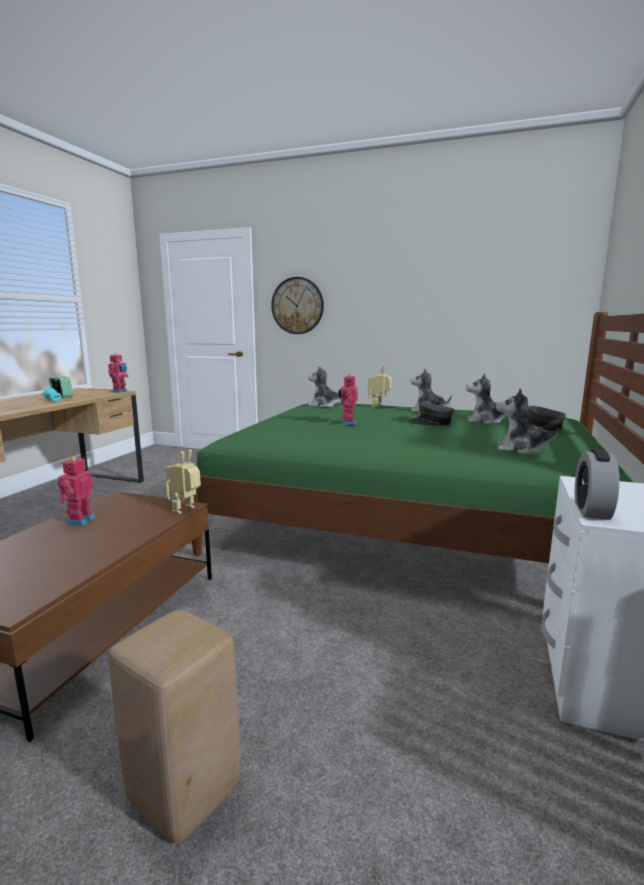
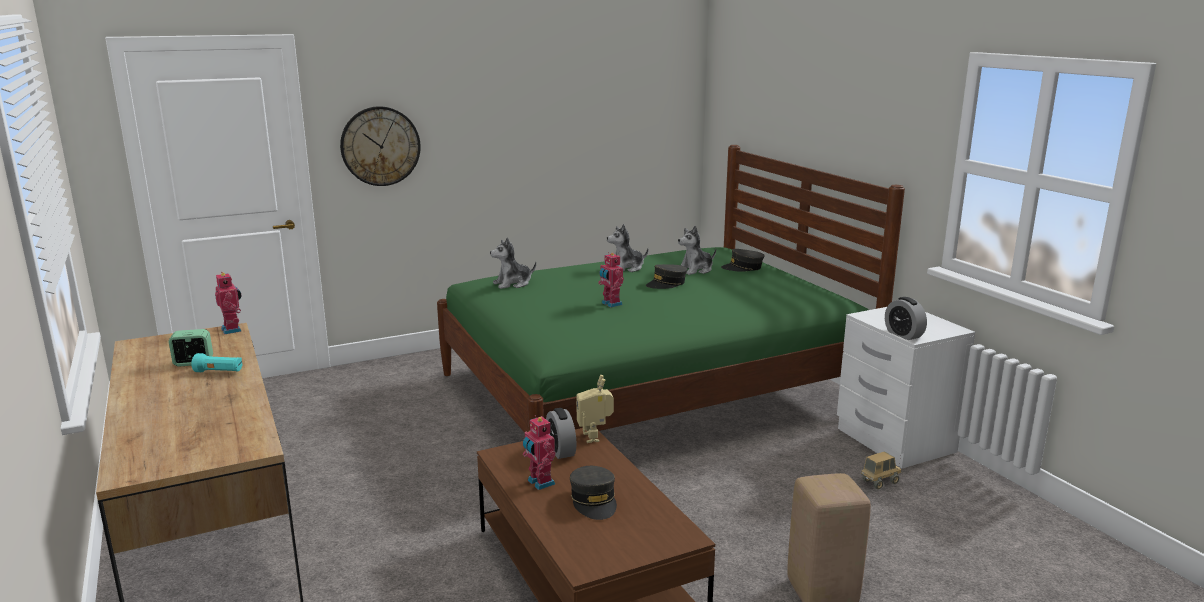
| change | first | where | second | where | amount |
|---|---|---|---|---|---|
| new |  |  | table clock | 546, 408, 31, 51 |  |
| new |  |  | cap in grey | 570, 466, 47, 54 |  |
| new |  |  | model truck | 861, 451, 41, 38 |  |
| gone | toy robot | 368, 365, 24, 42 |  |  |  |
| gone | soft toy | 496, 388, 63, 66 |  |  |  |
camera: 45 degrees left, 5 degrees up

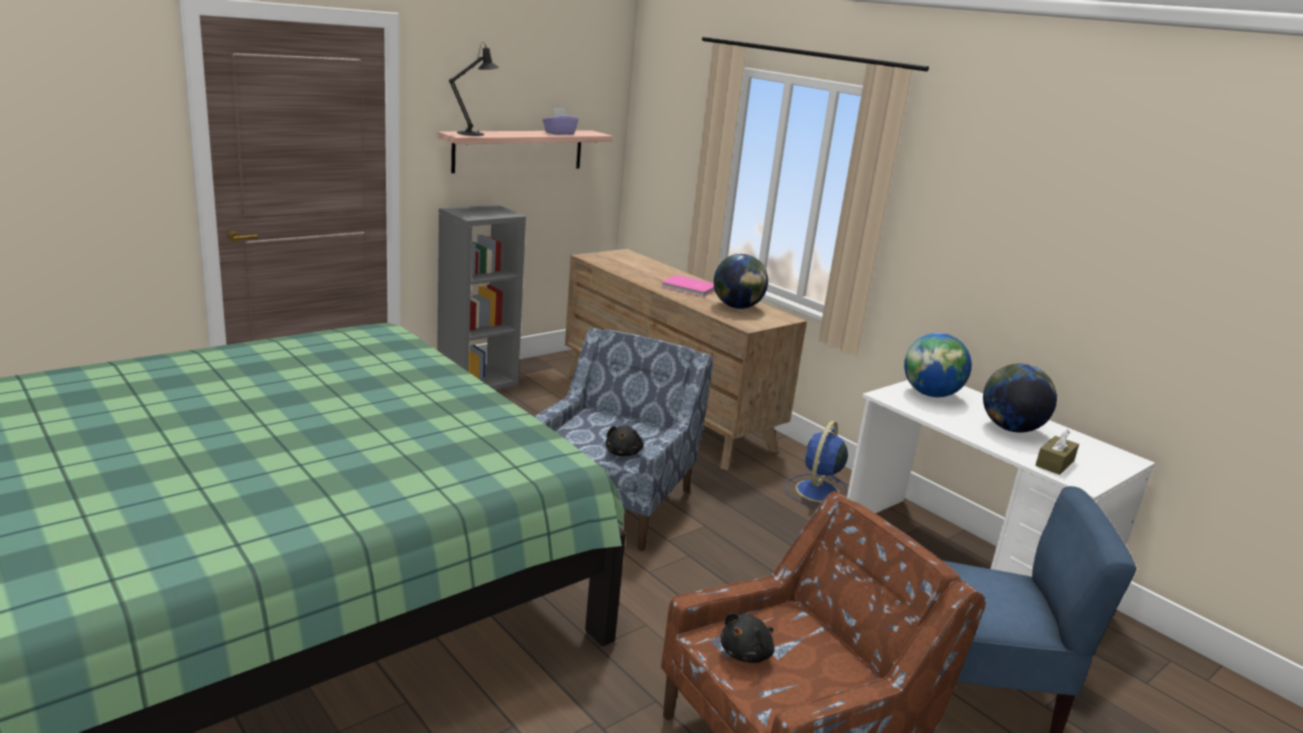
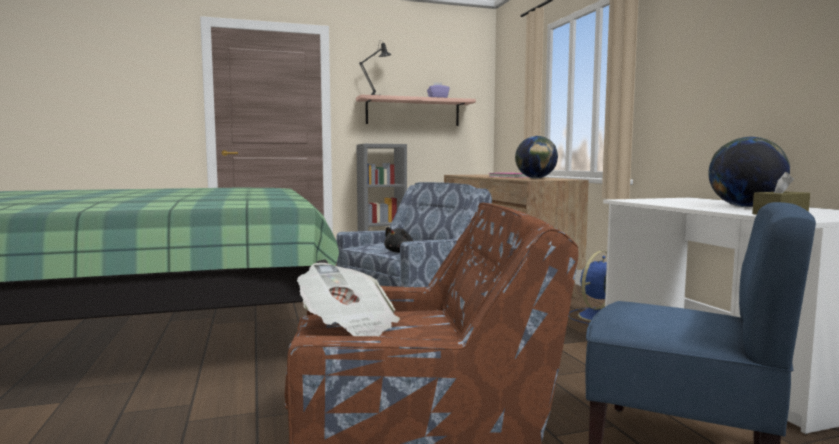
| change | first | where | second | where | amount |
|---|---|---|---|---|---|
| swapped | soft toy in black-coloured | 721, 613, 53, 50 | newspaper | 297, 263, 103, 73 |  |
| gone | desk globe | 904, 333, 68, 64 |  |  |  |
camera: 25 degrees right, 15 degrees down

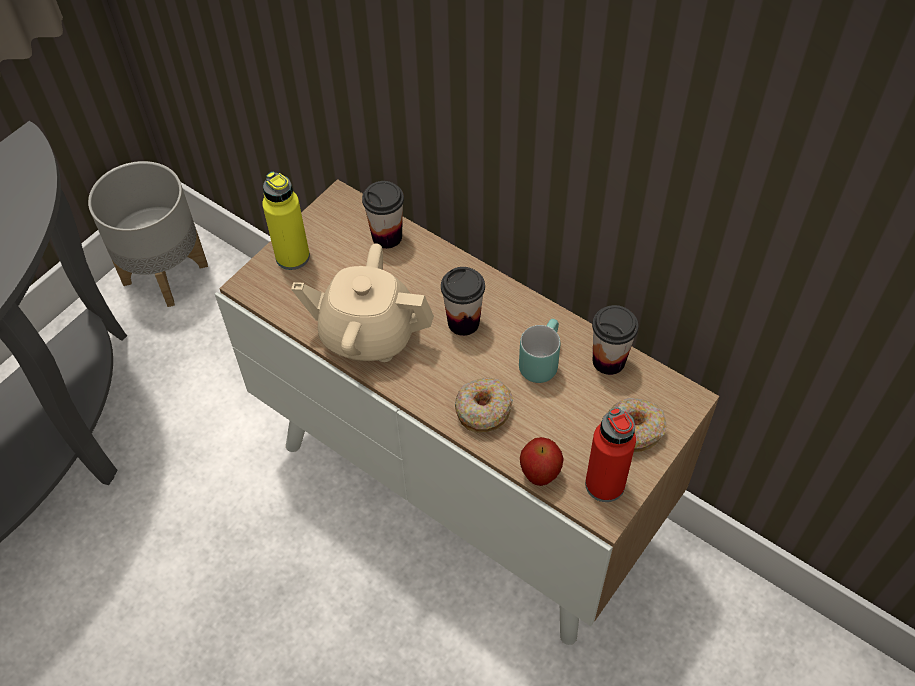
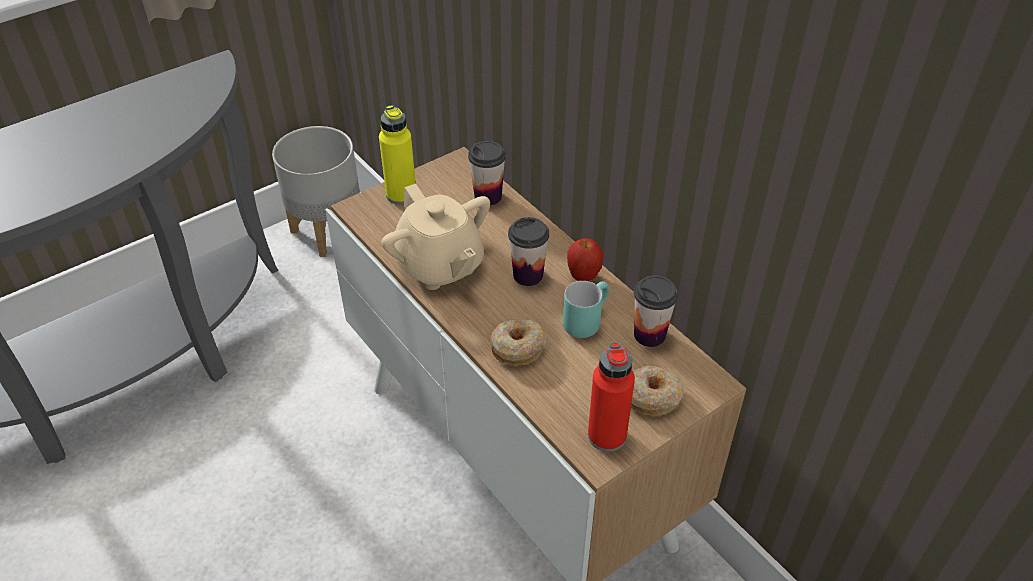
| change | first | where | second | where | amount |
|---|---|---|---|---|---|
| rotated | pot for tea in beige-coloured | 291, 244, 143, 118 |  | 382, 183, 108, 107 | 150 degrees counterclockwise |
| shifted | apple | 520, 437, 44, 49 |  | 567, 238, 36, 43 |  |
camera: 15 degrees right, 10 degrees down

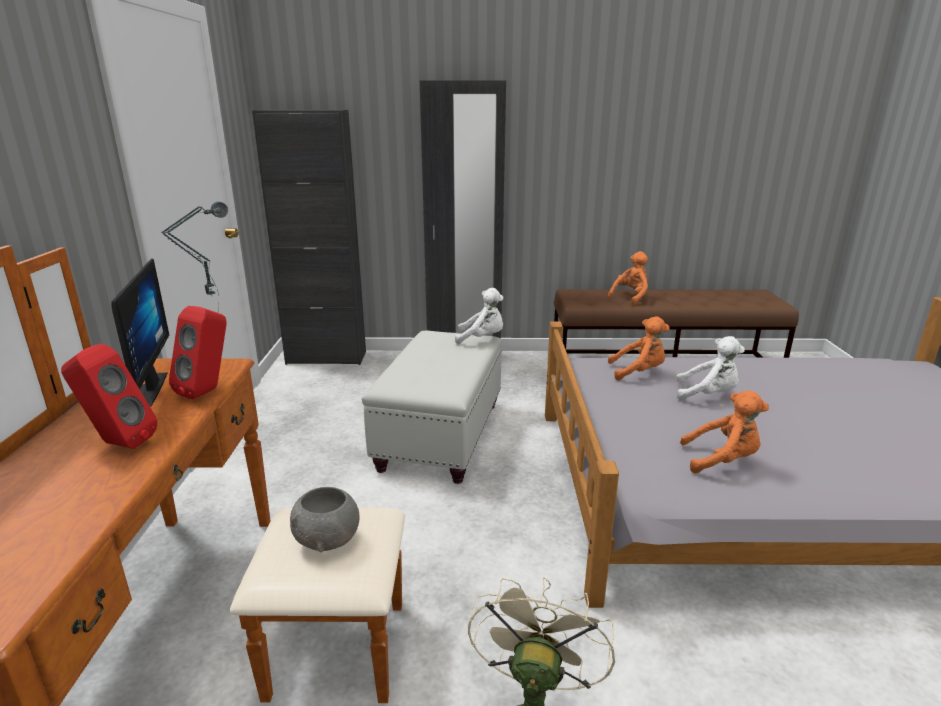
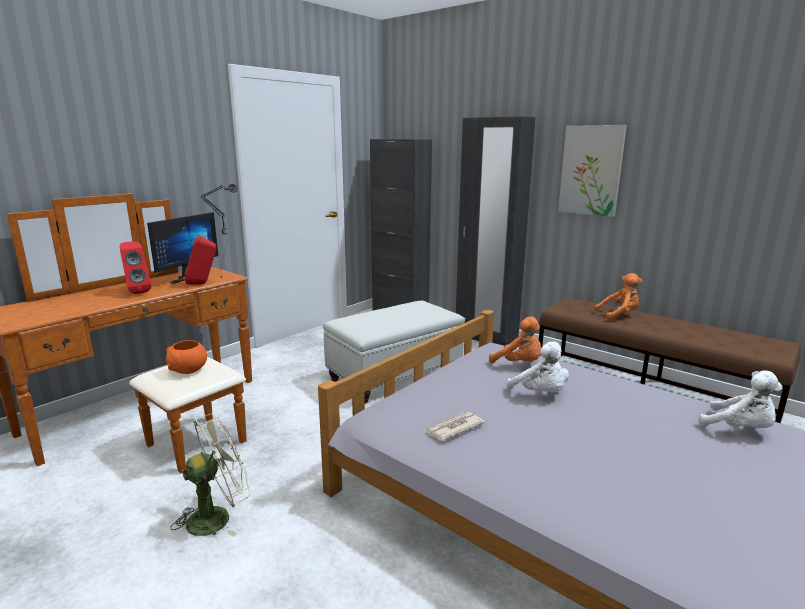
| change | first | where | second | where | amount |
|---|---|---|---|---|---|
| repainted | serving bowl in grey | 290, 487, 69, 65 | serving bowl in orange-coloured | 166, 340, 41, 34 |  |
| swapped | soft toy in orange-coloured | 680, 391, 89, 82 | newspaper | 424, 412, 61, 29 |  |
| new |  |  | wall picture | 558, 125, 69, 92 |  |
| shifted | soft toy in white | 455, 288, 48, 56 |  | 698, 371, 85, 57 |  |
camera: 40 degrees right, 5 degrees down

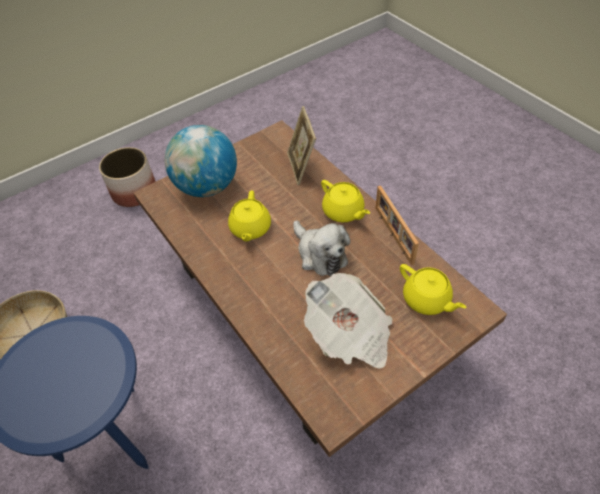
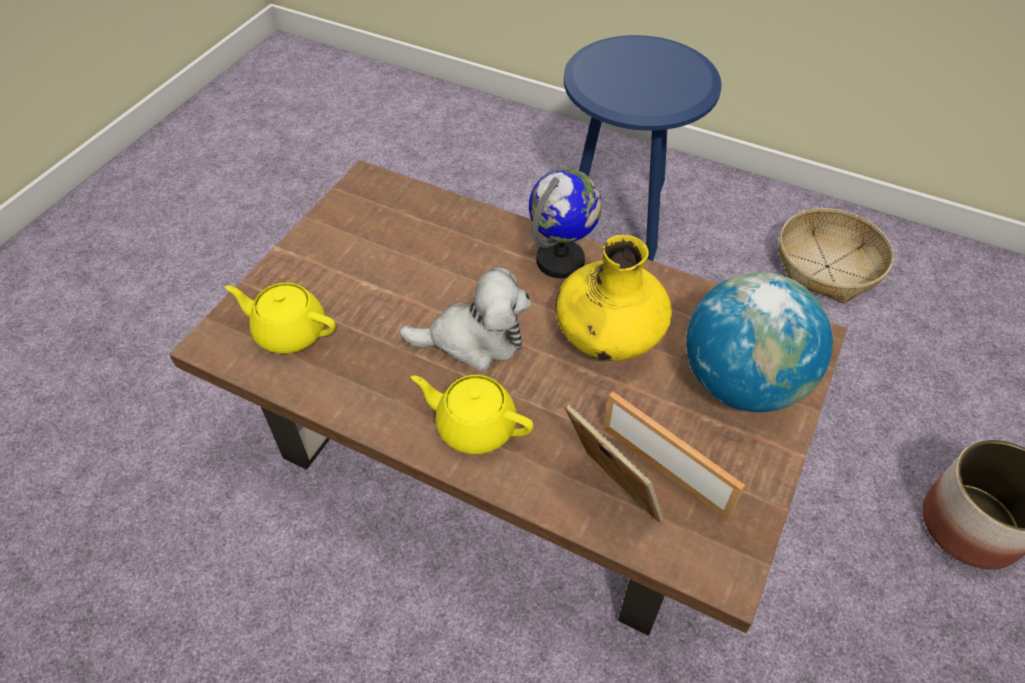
| change | first | where | second | where | amount |
|---|---|---|---|---|---|
| rotated | soft toy | 293, 221, 58, 55 |  | 399, 267, 132, 104 | 150 degrees clockwise |
| new |  |  | desk globe | 529, 168, 73, 110 |  |
| swapped | pot for tea in yellow-coloured | 228, 191, 43, 50 | decorative vase in yellow-coloured | 556, 235, 116, 126 |  |
| shifted | picture frame | 376, 186, 43, 79 |  | 603, 391, 142, 130 |  |
| gone | newspaper | 304, 273, 89, 96 |  |  |  |
camera: 150 degrees right, 0 degrees up

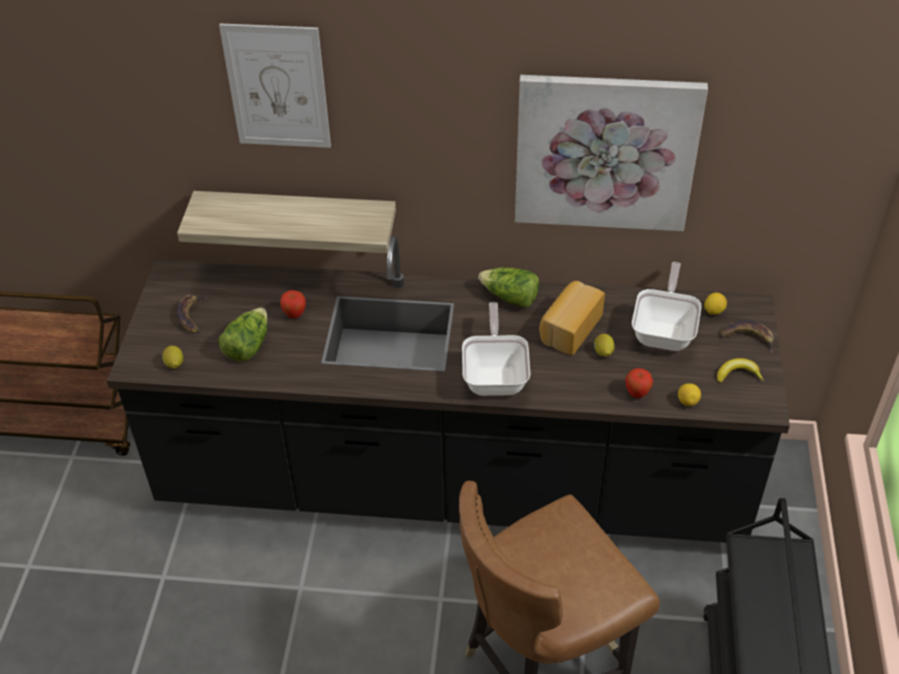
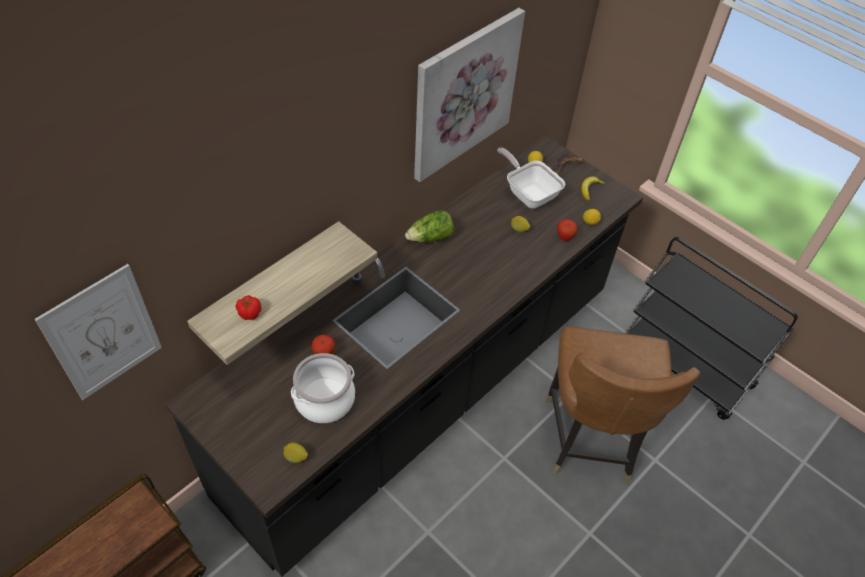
| change | first | where | second | where | amount |
|---|---|---|---|---|---|
| shifted | wall picture | 219, 23, 112, 125 |  | 35, 264, 127, 136 |  |
| new |  |  | tomato | 236, 295, 25, 25 |  |
| swapped | lettuce | 219, 308, 49, 54 | cooking pot | 291, 353, 64, 70 |  |
| gone | whole banana | 177, 295, 30, 38 |  |  |  |
| gone | skillet | 462, 302, 68, 94 |  |  |  |
| gone | bread | 539, 281, 66, 74 |  |  |  |
camera: 55 degrees left, 5 degrees up

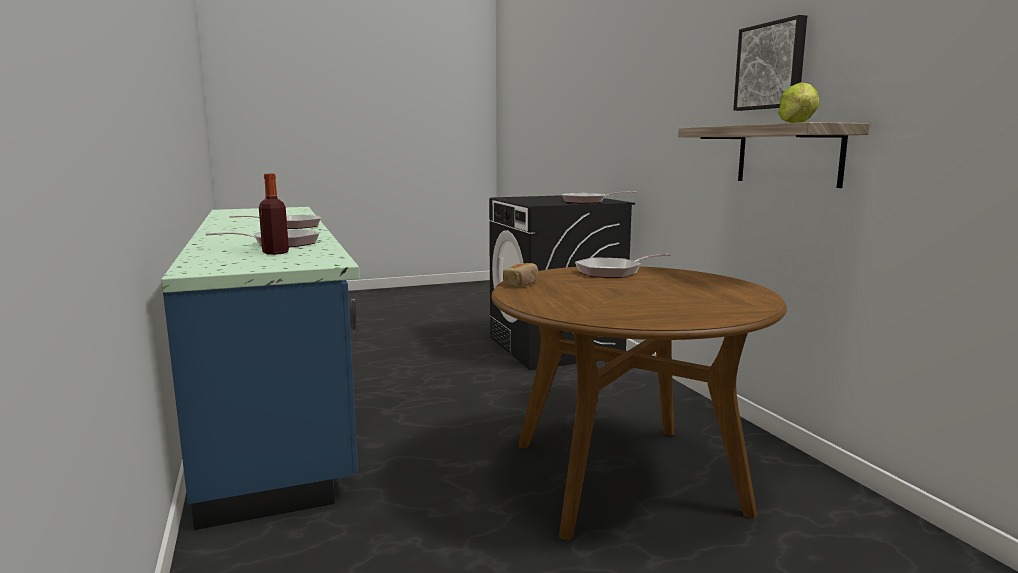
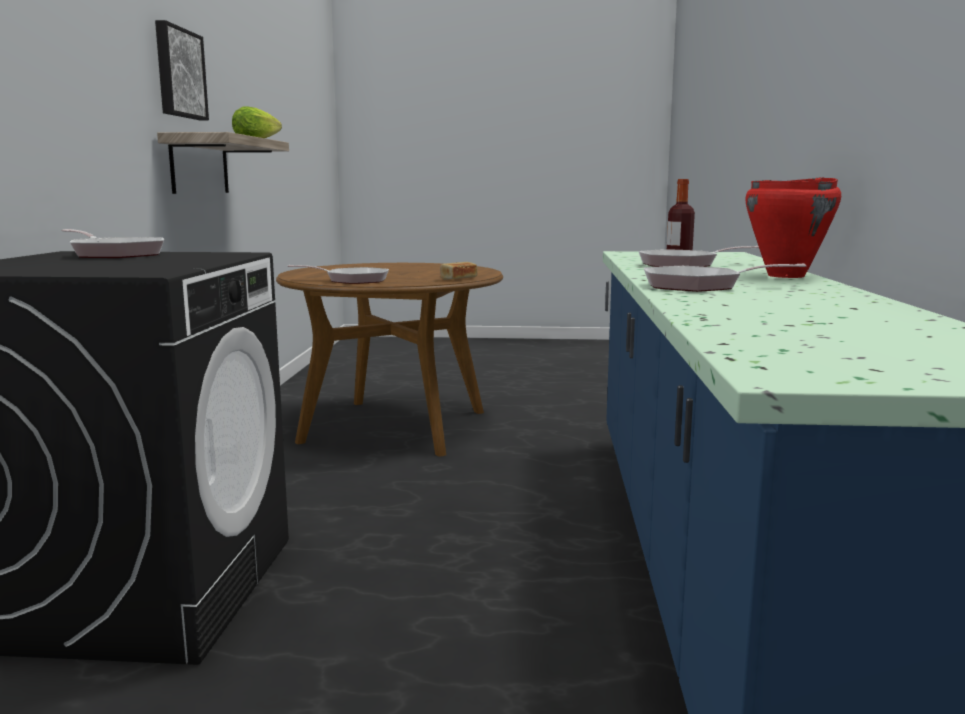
| change | first | where | second | where | amount |
|---|---|---|---|---|---|
| new |  |  | cooking pot in red-coloured | 745, 177, 96, 101 |  |
camera: 155 degrees left, 0 degrees up

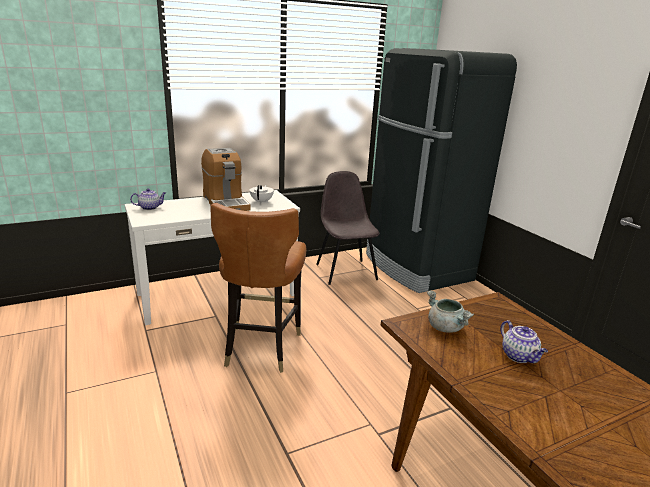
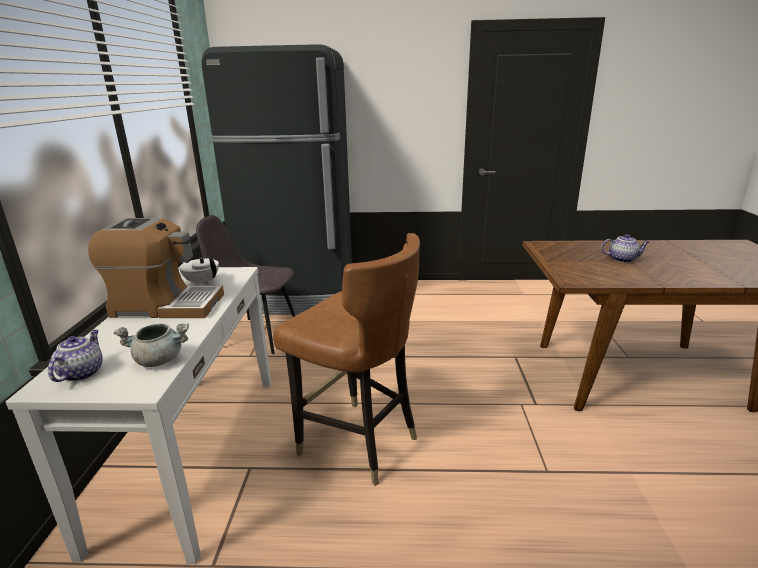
| change | first | where | second | where | amount |
|---|---|---|---|---|---|
| shifted | cooking pot in grey | 427, 291, 47, 41 |  | 114, 323, 75, 44 |  |
camera: 60 degrees left, 0 degrees up

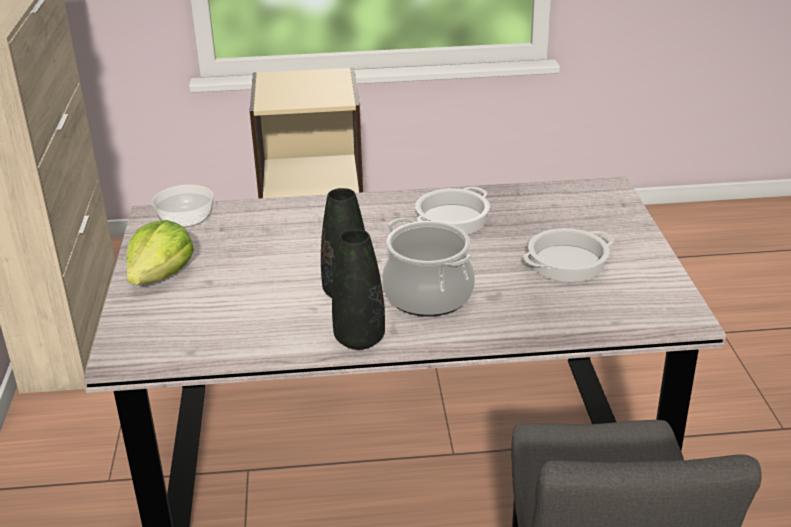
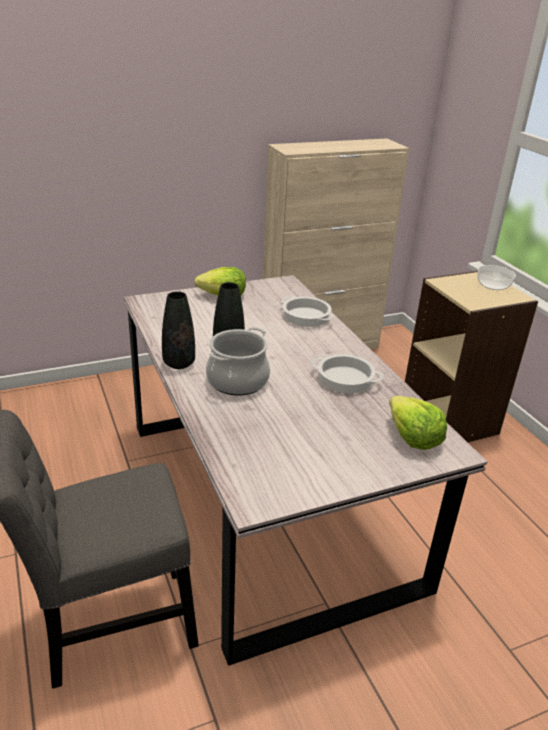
| change | first | where | second | where | amount |
|---|---|---|---|---|---|
| shifted | cooking pot | 524, 228, 90, 54 |  | 282, 296, 53, 31 |  |
| new |  |  | lettuce | 389, 396, 58, 54 |  |
| shifted | serving bowl | 152, 185, 62, 43 |  | 478, 265, 38, 25 |  |
camera: 70 degrees right, 0 degrees up

